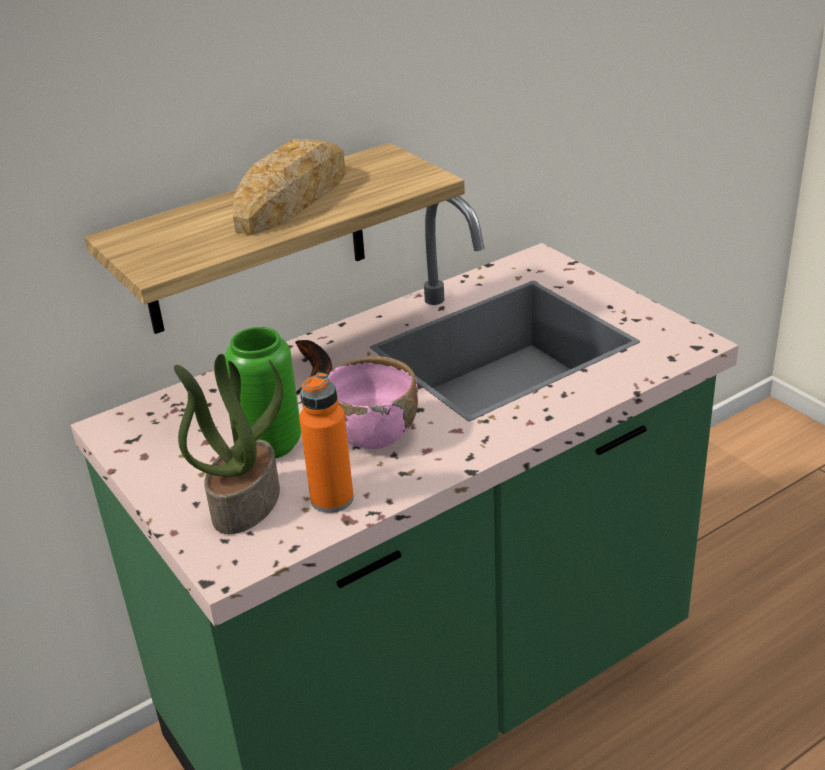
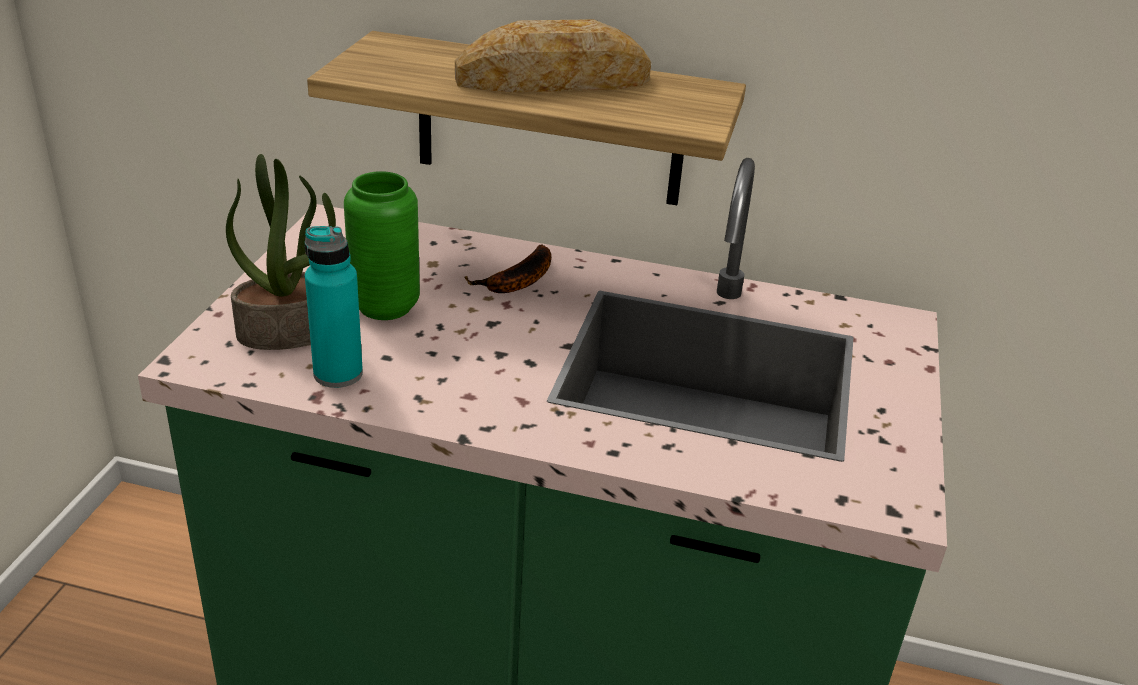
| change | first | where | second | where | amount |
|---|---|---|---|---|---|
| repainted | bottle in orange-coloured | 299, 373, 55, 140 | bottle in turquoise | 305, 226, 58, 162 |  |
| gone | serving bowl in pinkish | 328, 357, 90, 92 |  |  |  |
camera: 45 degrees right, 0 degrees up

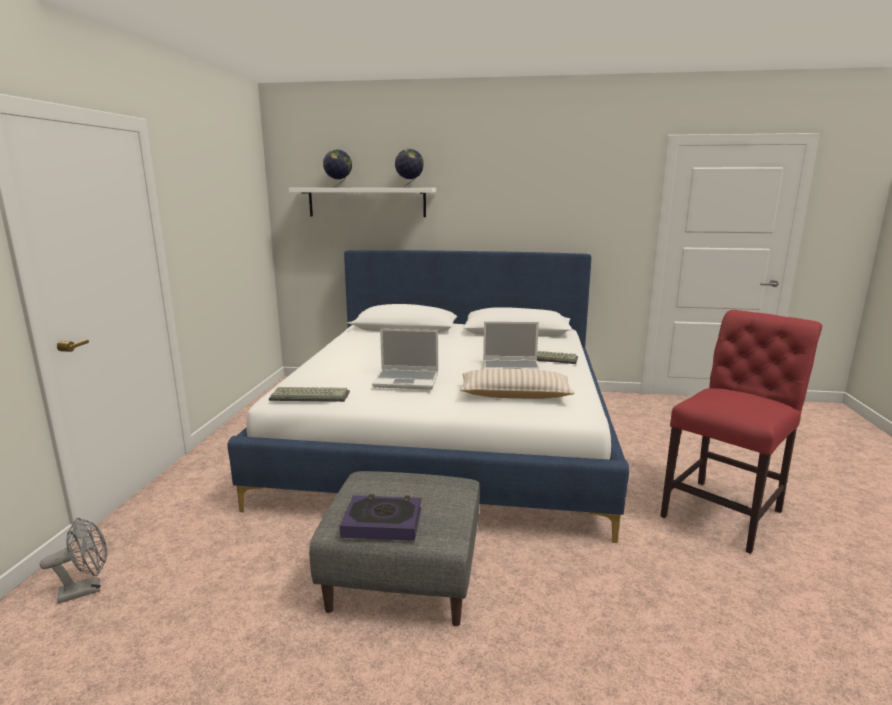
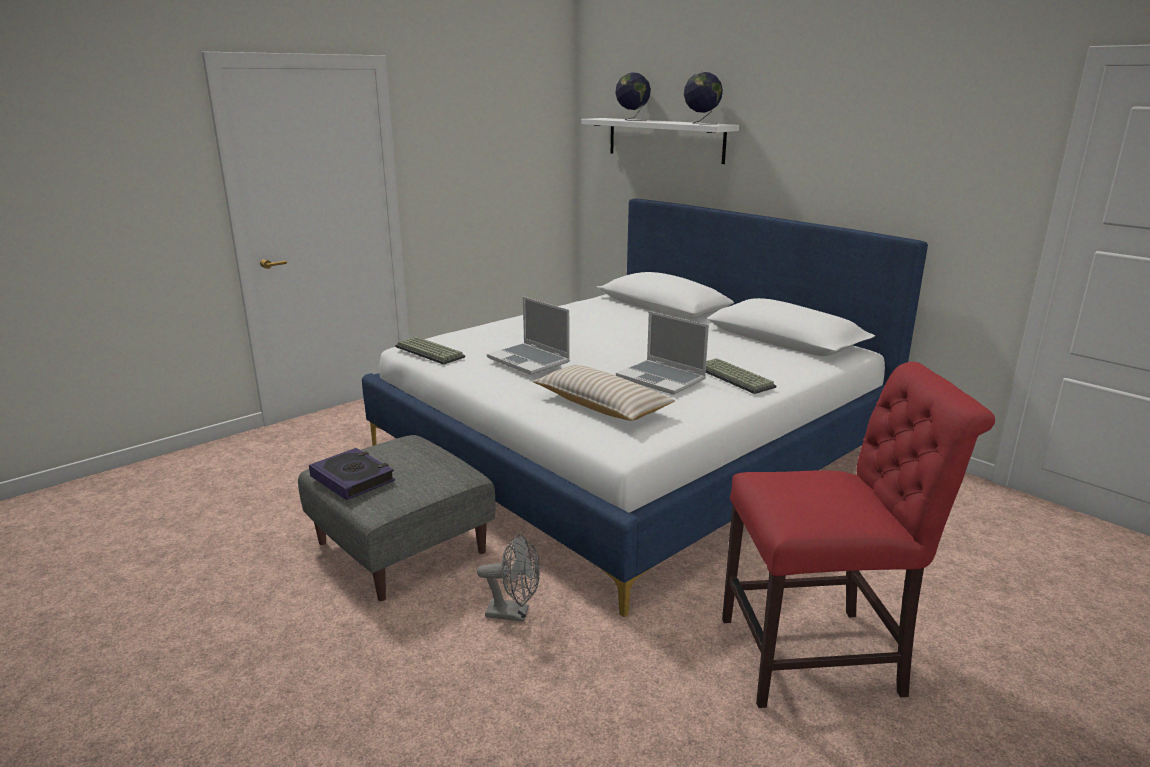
| change | first | where | second | where | amount |
|---|---|---|---|---|---|
| shifted | cooling fan in grey | 40, 518, 67, 85 |  | 477, 534, 63, 88 |  |
camera: 40 degrees right, 5 degrees up

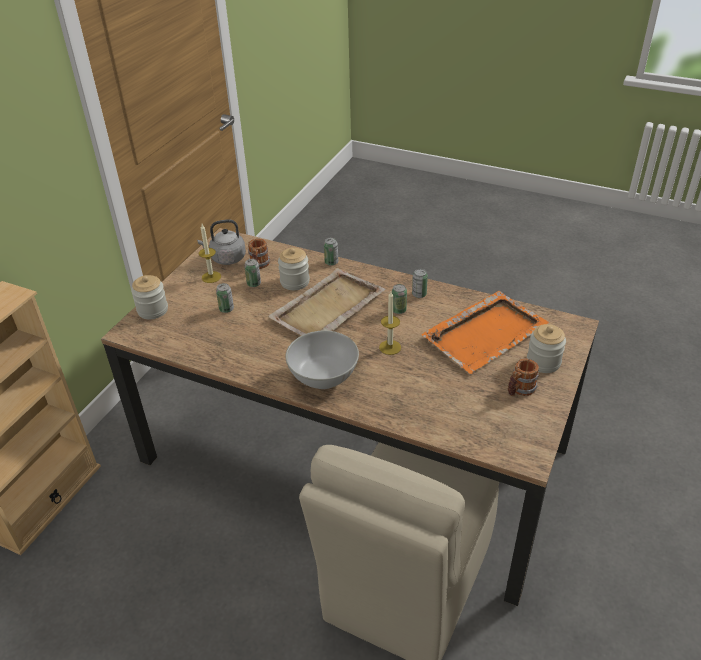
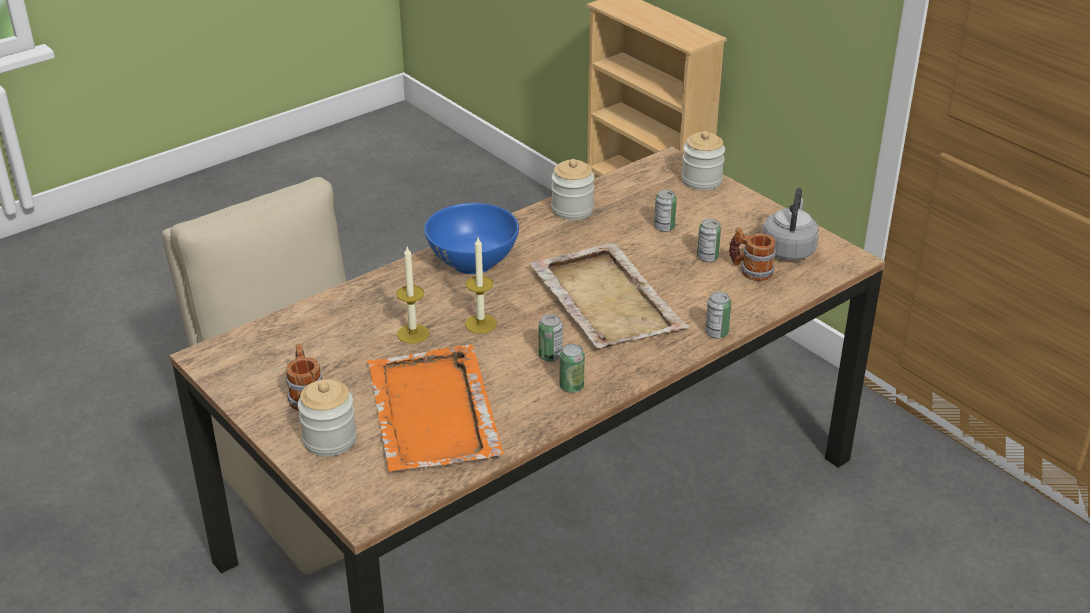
| change | first | where | second | where | amount |
|---|---|---|---|---|---|
| shifted | wax light | 199, 224, 22, 59 |  | 396, 247, 33, 97 |  |
| repainted | serving bowl in white | 285, 331, 74, 58 | serving bowl in blue | 424, 203, 95, 71 |  |
| shifted | storage jar | 278, 248, 32, 42 |  | 551, 159, 43, 61 |  |
camera: 115 degrees right, 5 degrees down

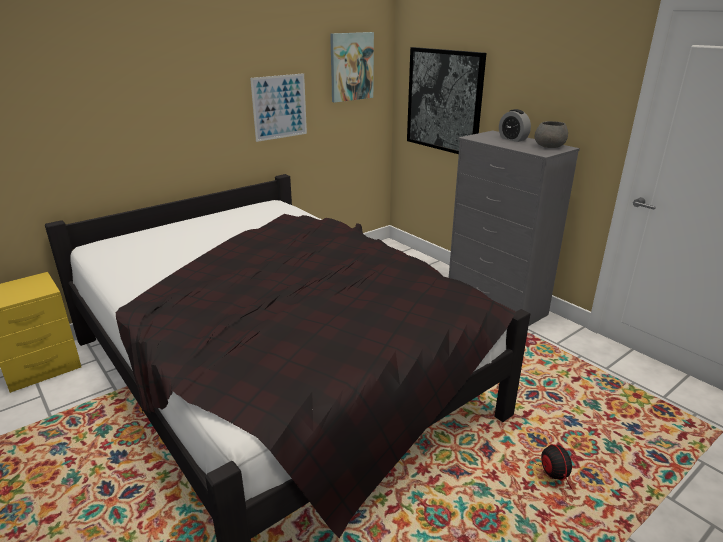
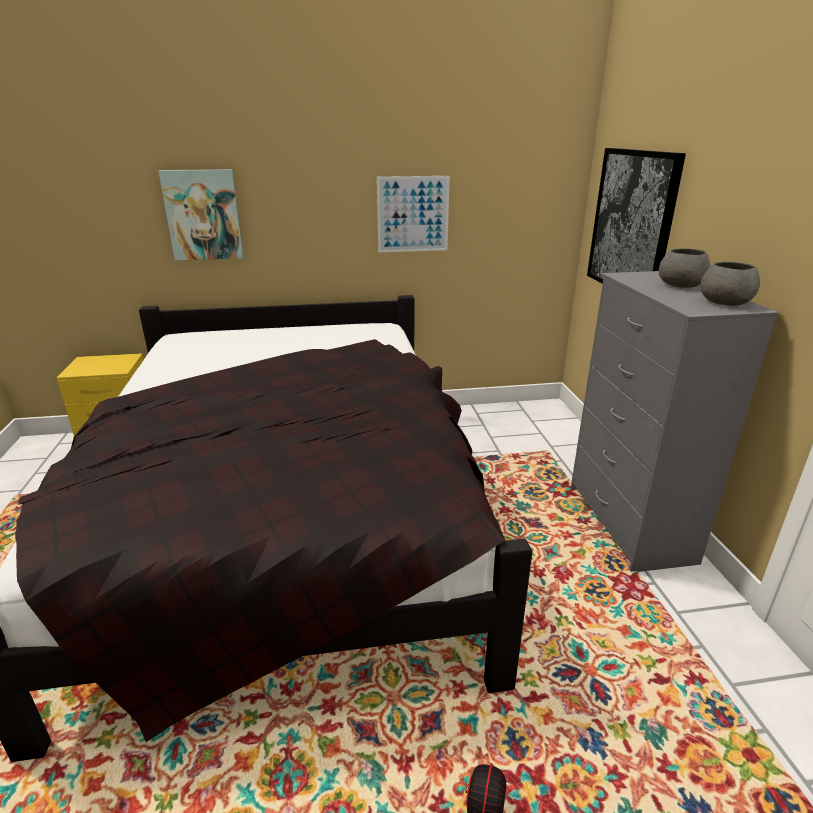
| change | first | where | second | where | amount |
|---|---|---|---|---|---|
| shifted | wall picture | 330, 32, 44, 71 |  | 158, 169, 86, 91 |  |
| swapped | table clock | 499, 109, 32, 33 | serving bowl in grey | 659, 248, 51, 40 |  |
camera: 30 degrees right, 0 degrees up

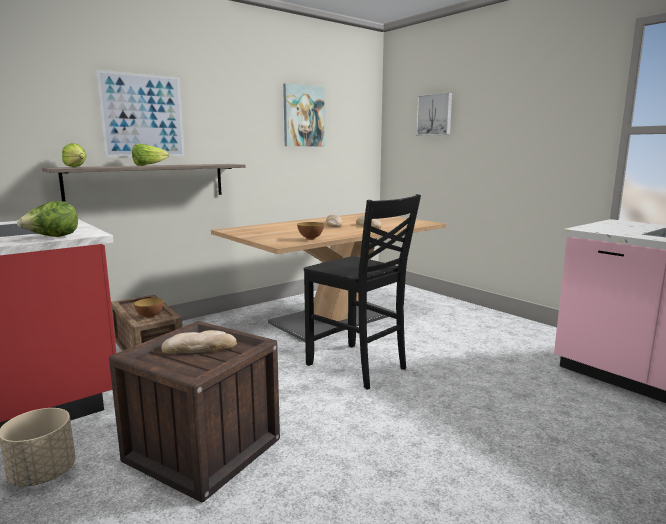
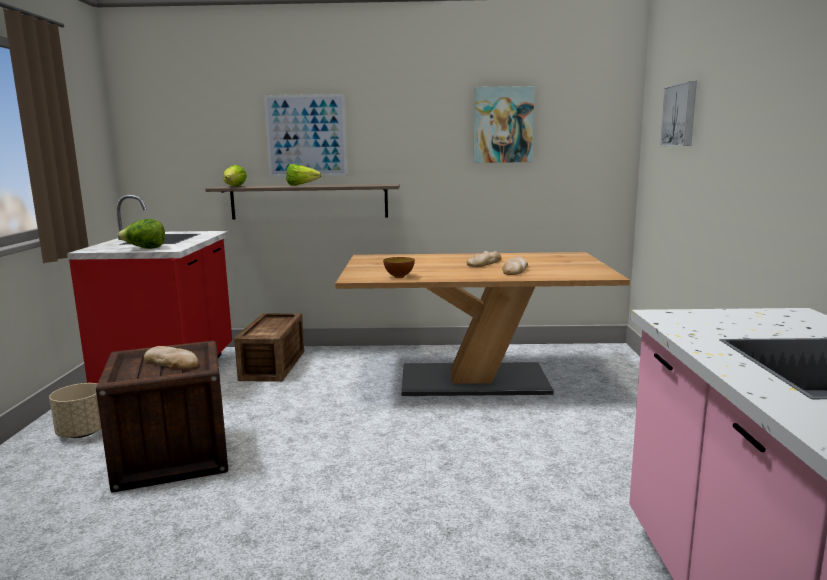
| change | first | where | second | where | amount |
|---|---|---|---|---|---|
| gone | serving bowl | 134, 298, 29, 21 |  |  |  |
| gone | upright chair in black-coloured | 304, 194, 117, 195 |  |  |  |
camera: 40 degrees right, 0 degrees up

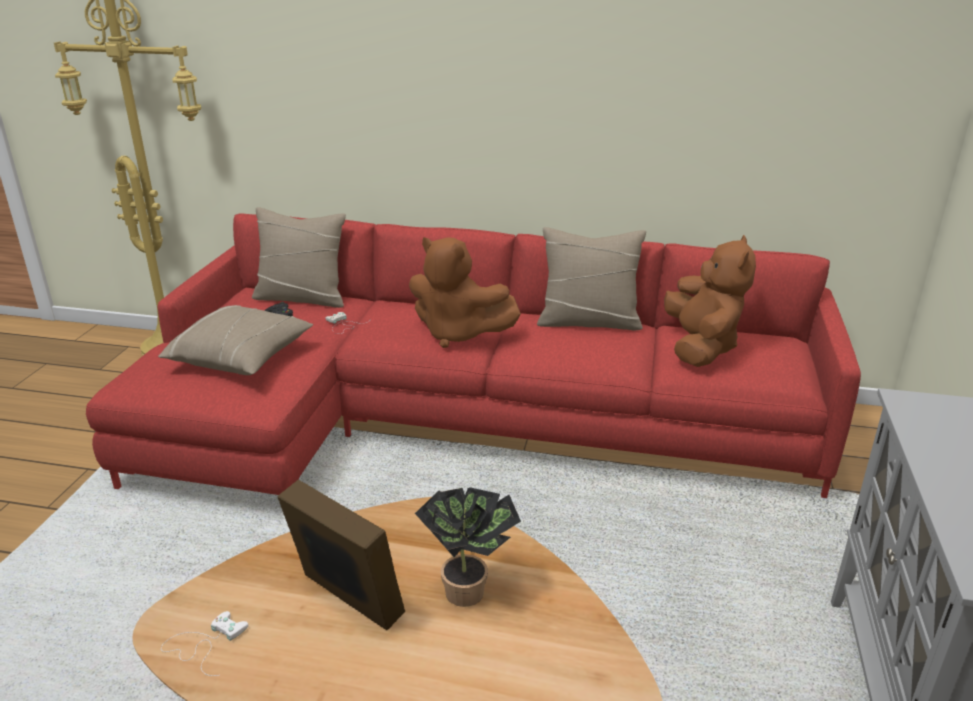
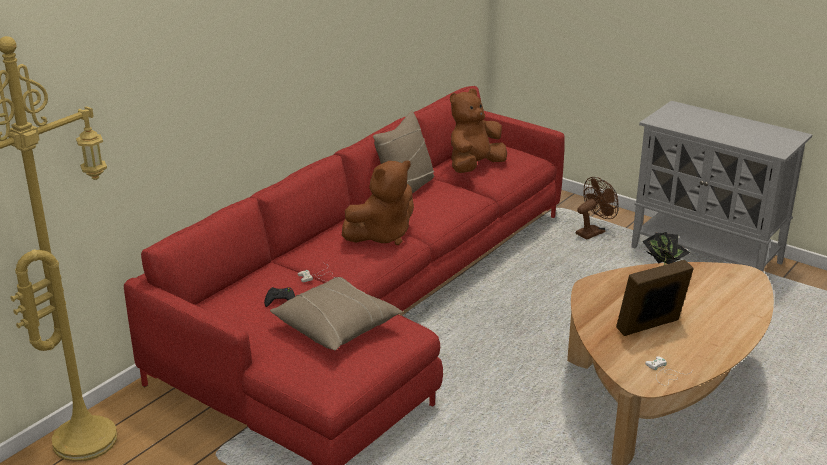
| change | first | where | second | where | amount |
|---|---|---|---|---|---|
| rotated | soft toy in brownish | 664, 235, 92, 132 |  | 450, 88, 57, 85 | 75 degrees counterclockwise |
| new |  |  | cooling fan in brownish | 576, 177, 43, 62 |  |
| gone | pillow in beige-coloured | 252, 207, 94, 101 |  |  |  |
camera: 65 degrees left, 0 degrees up

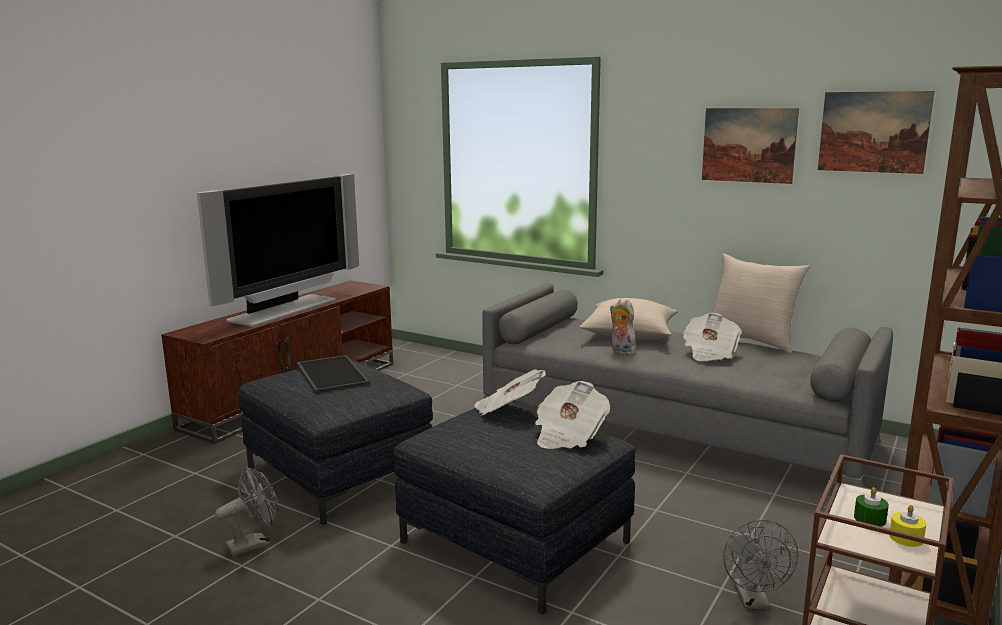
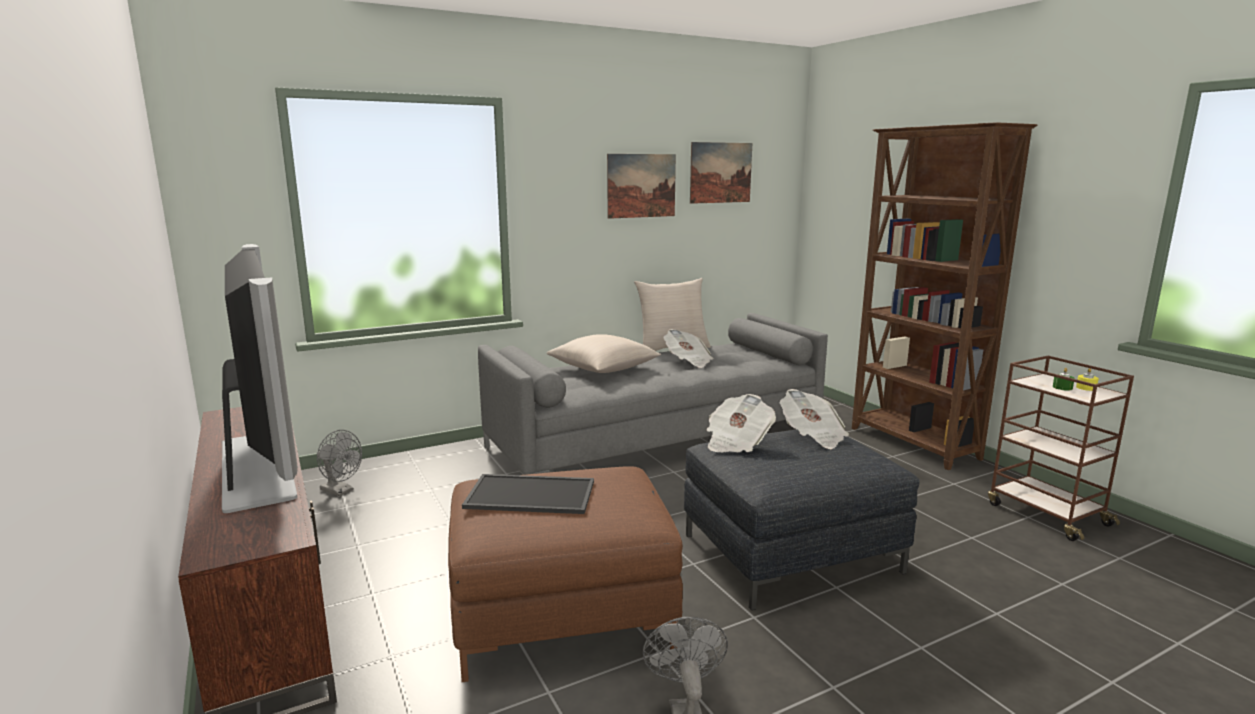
| change | first | where | second | where | amount |
|---|---|---|---|---|---|
| shifted | cooling fan in grey | 723, 519, 75, 90 |  | 317, 430, 45, 66 |  |
| repainted | ottoman in grey | 238, 359, 195, 166 | ottoman in brownish | 448, 466, 235, 216 |  |
| gone | soft toy | 610, 298, 26, 57 |  |  |  |
camera: 60 degrees left, 0 degrees up

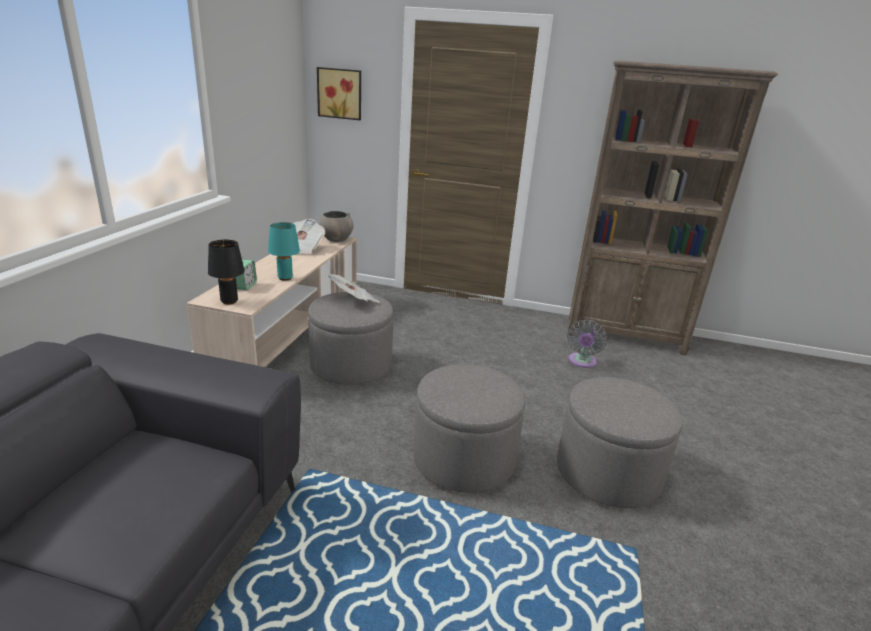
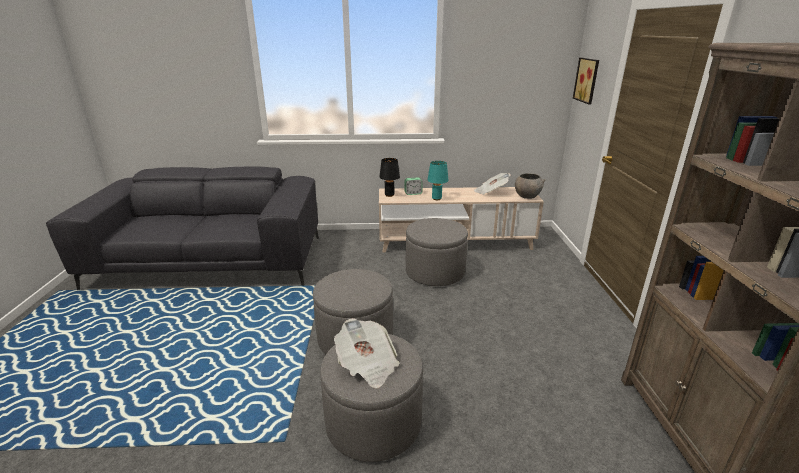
| change | first | where | second | where | amount |
|---|---|---|---|---|---|
| shifted | newspaper | 326, 274, 53, 28 |  | 334, 318, 66, 70 |  |
| gone | cooling fan in grey | 567, 320, 40, 48 |  |  |  |
camera: 75 degrees right, 0 degrees up

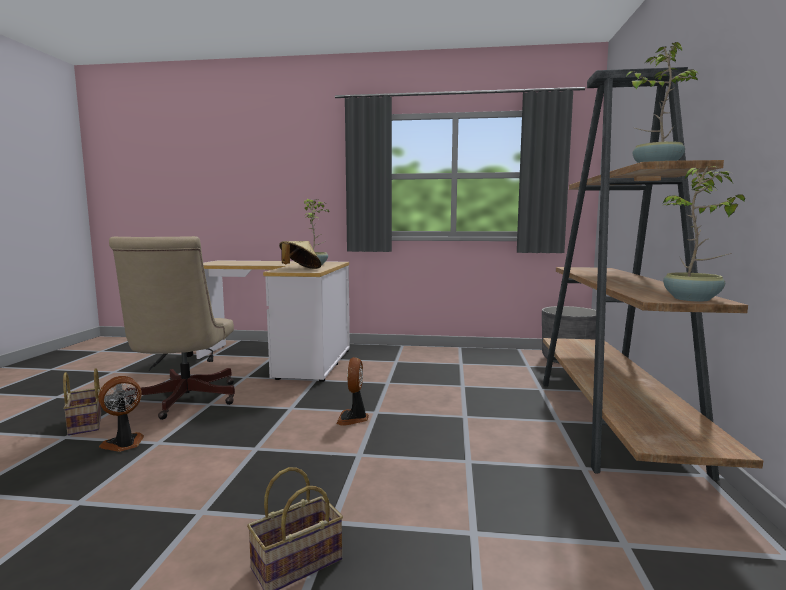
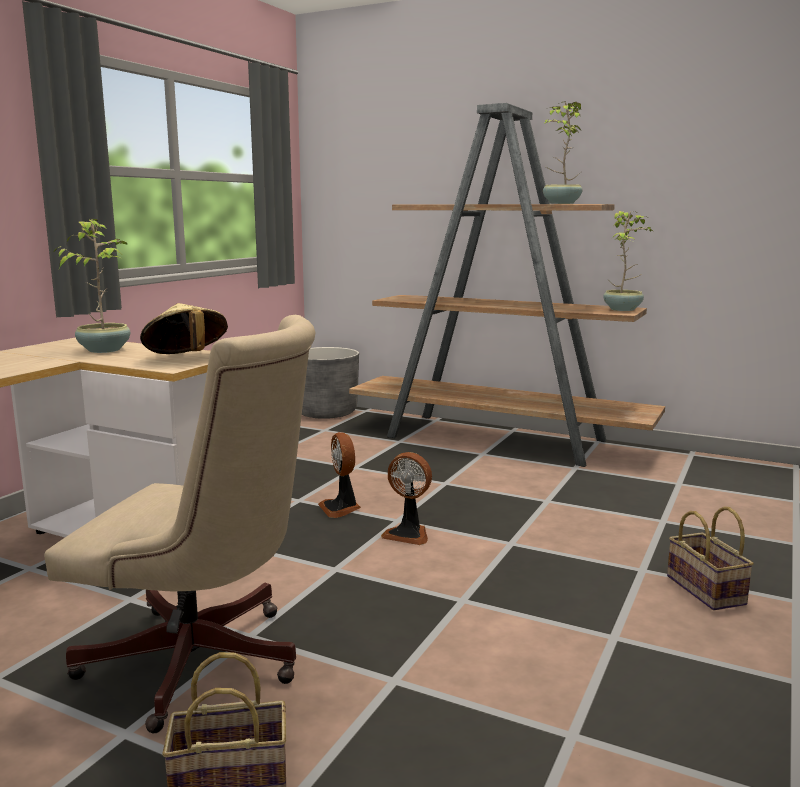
| change | first | where | second | where | amount |
|---|---|---|---|---|---|
| shifted | cooling fan | 98, 376, 46, 76 |  | 318, 432, 43, 86 |  |
camera: 70 degrees left, 5 degrees up

